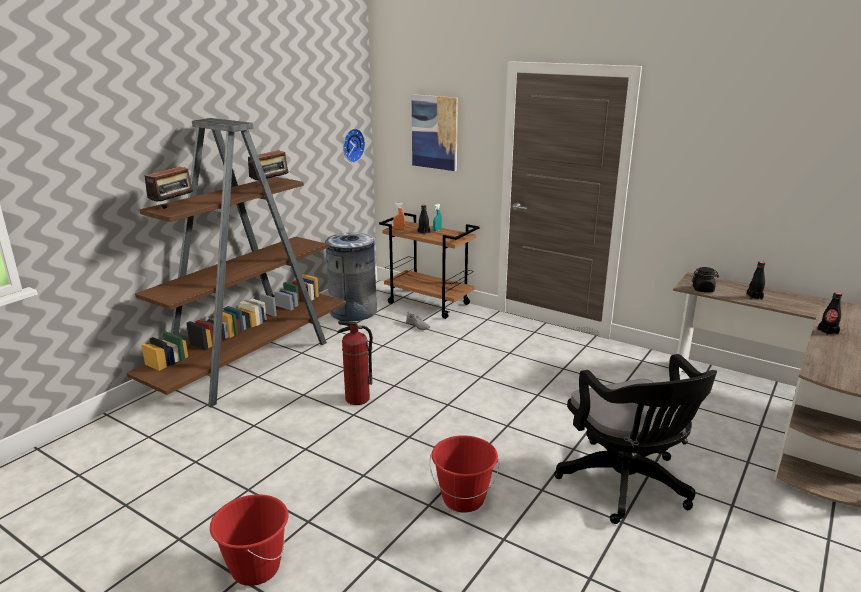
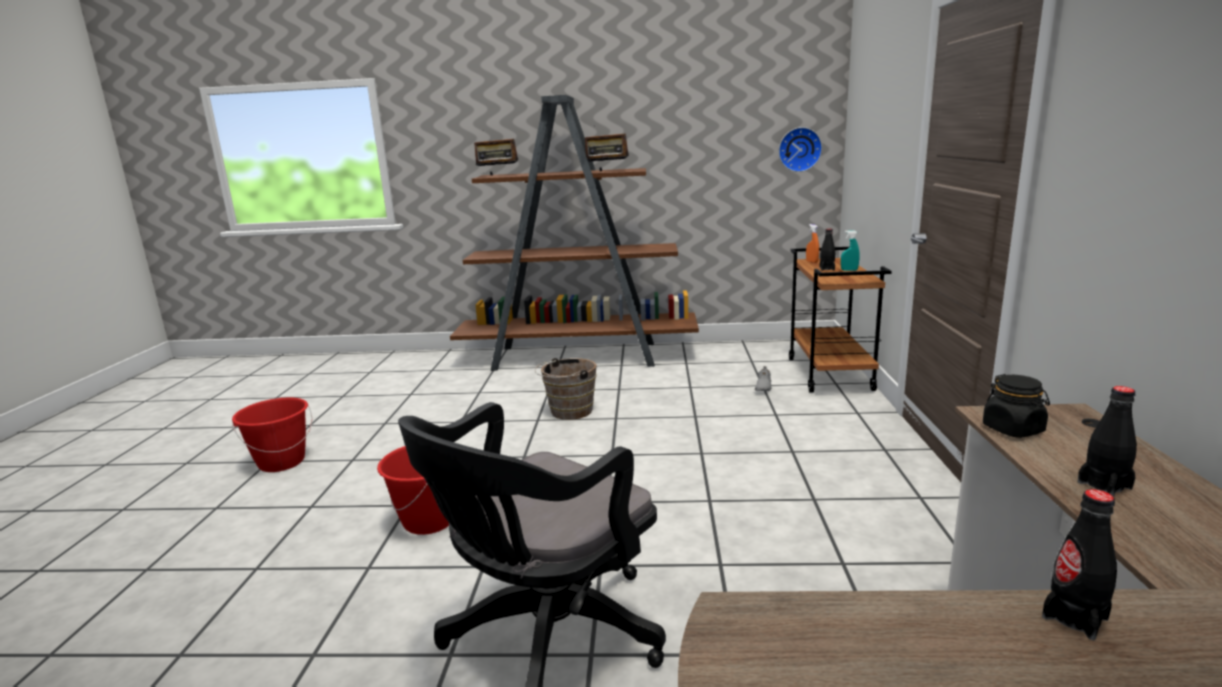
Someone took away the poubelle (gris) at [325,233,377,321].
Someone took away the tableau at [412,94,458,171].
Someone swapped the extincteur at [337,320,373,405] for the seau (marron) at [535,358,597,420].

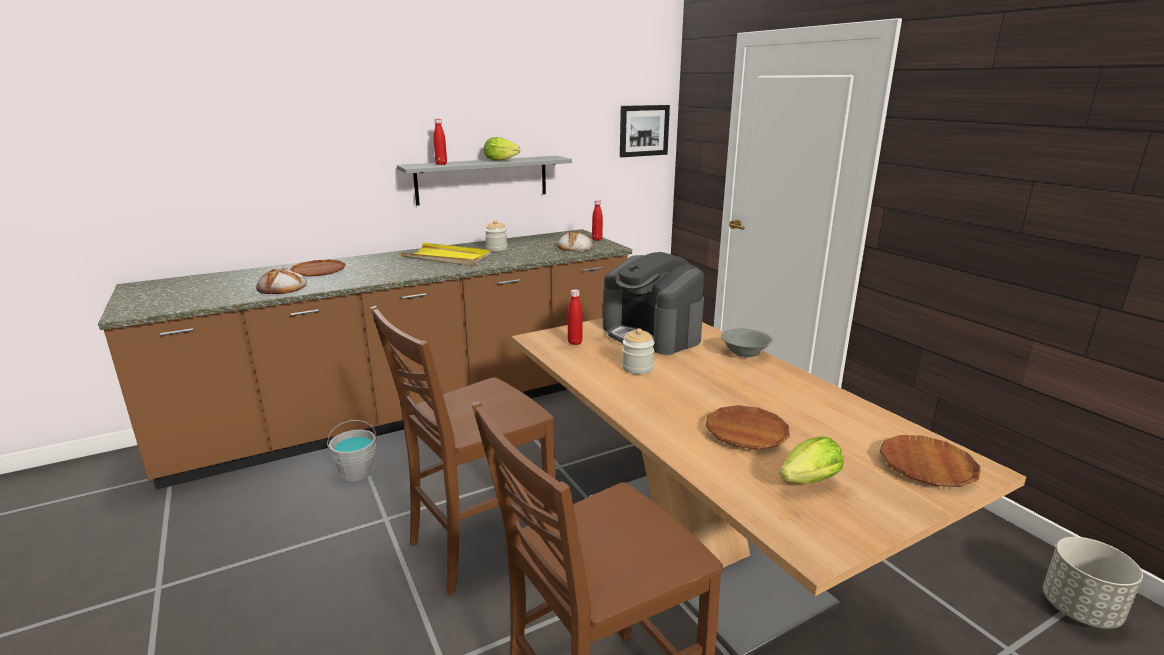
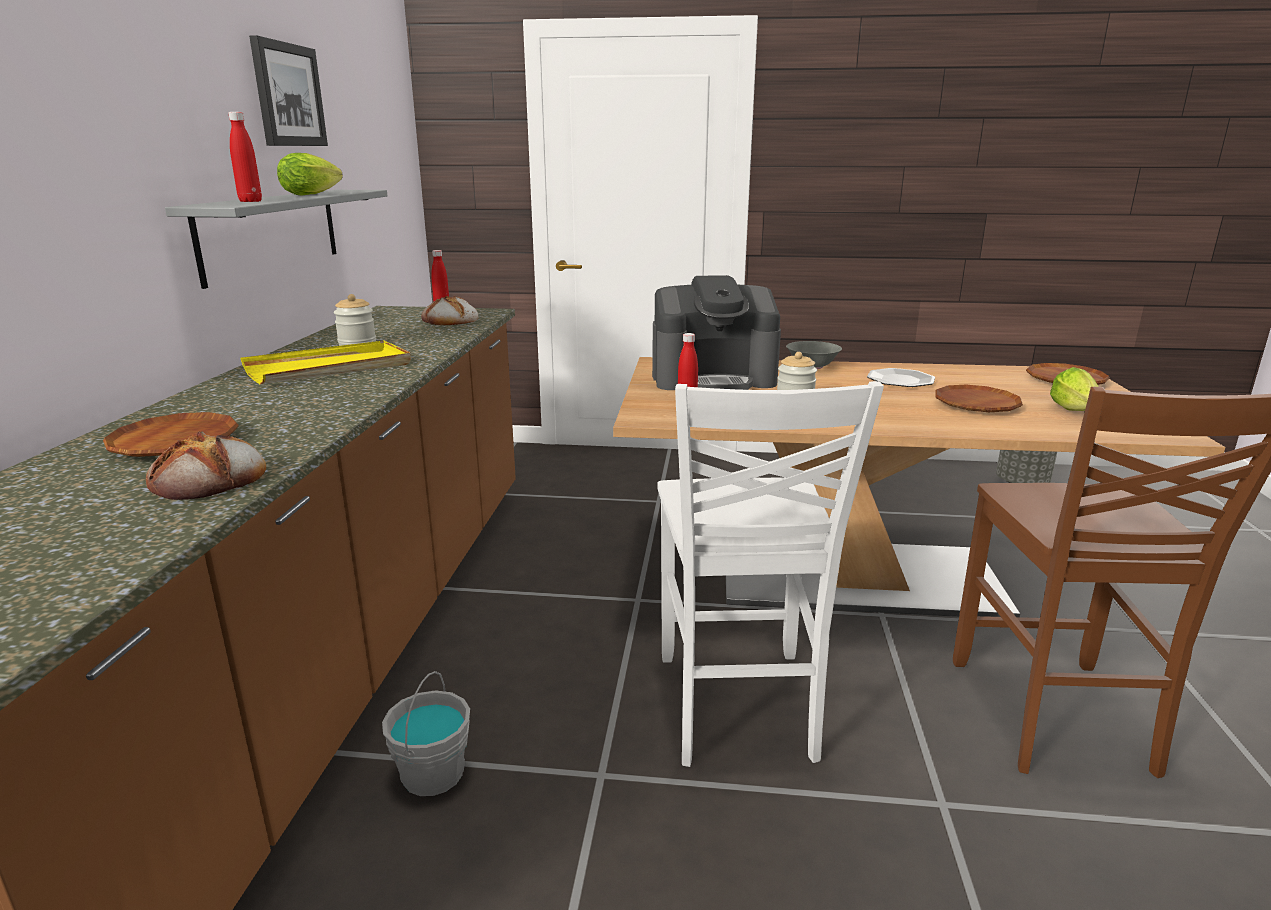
Someone put down the assiette at [867,368,935,387].
Someone carried the tableau from [620,105,670,157] to [249,36,328,146].
Someone repainted the chaise (marron) at [370,306,556,595], which became the chaise (blanc) at [657,381,884,767].

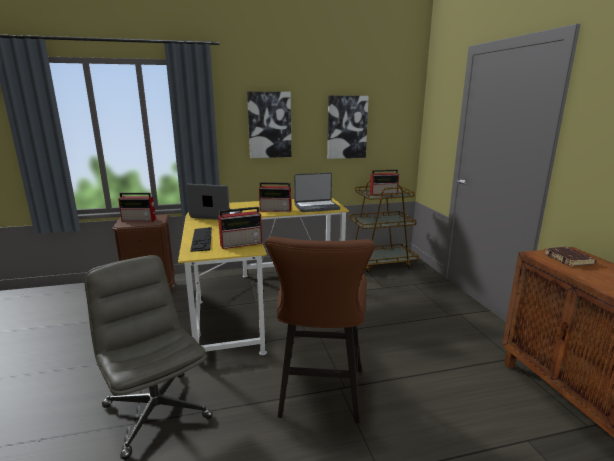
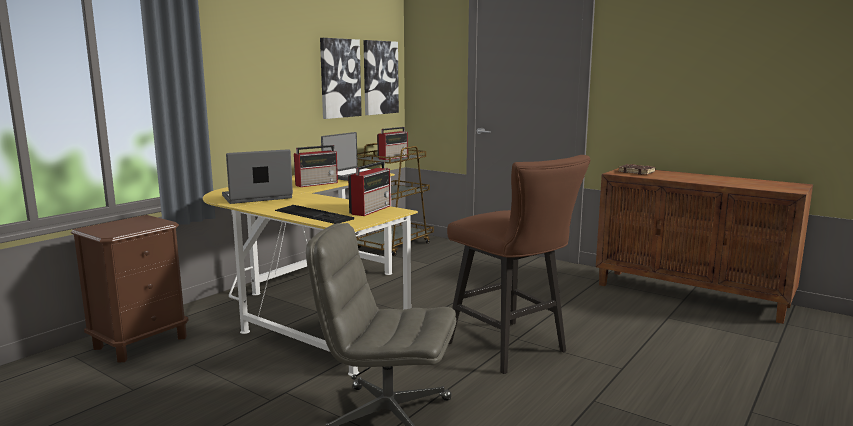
Someone took away the radio at [118,193,156,222].
Someone carried the tableau from [247,92,291,158] to [364,40,399,115].

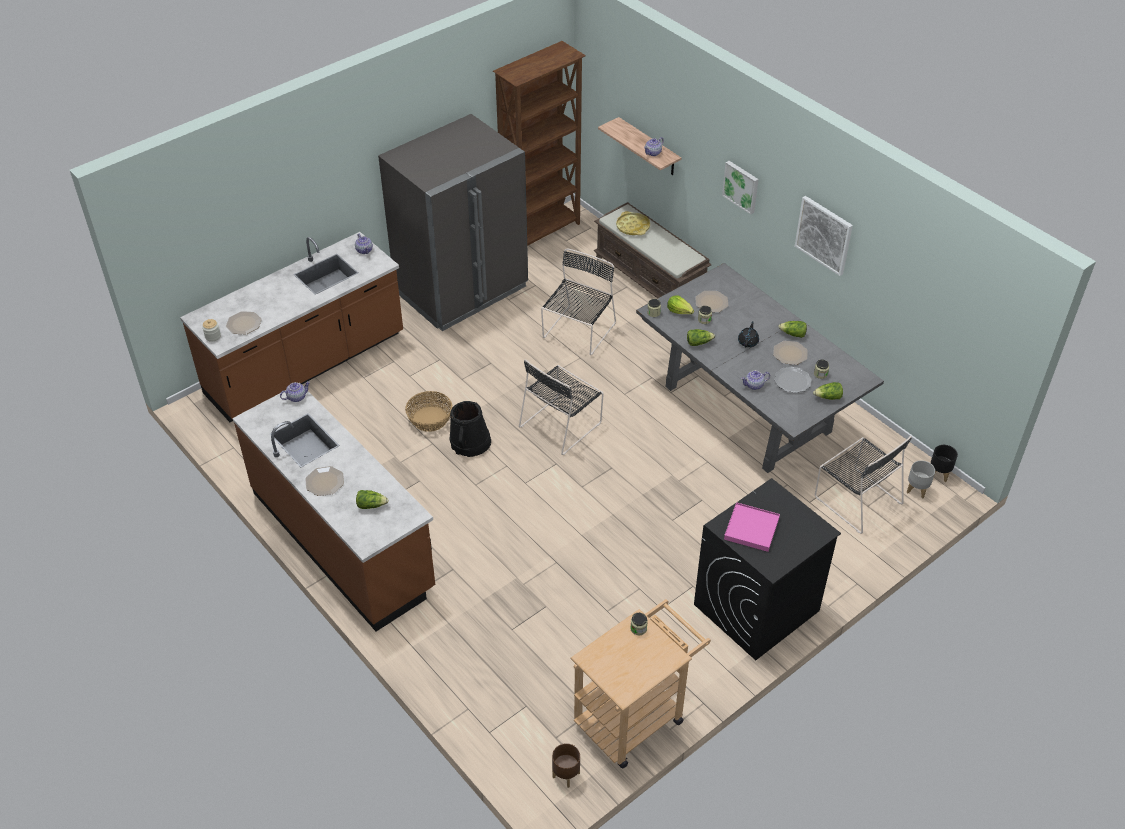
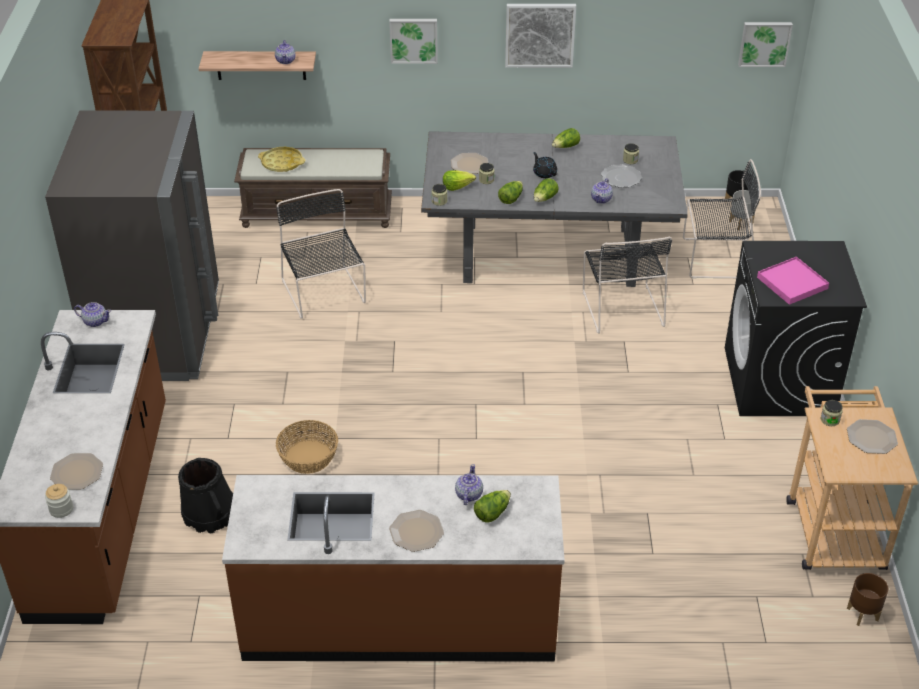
Someone put up the tableau at [738,22,793,67].
Someone carried the théière from [280,381,310,402] to [455,464,483,505].
Someone carried the seau (noir) from [450,401,491,457] to [178,458,233,533].
Someone carried the chaise (noir) from [519,359,604,455] to [583,237,672,334].
Someone carried the assiette from [773,341,808,365] to [847,419,898,454].
Someone carried the laitue from [813,382,843,400] to [534,178,559,202].

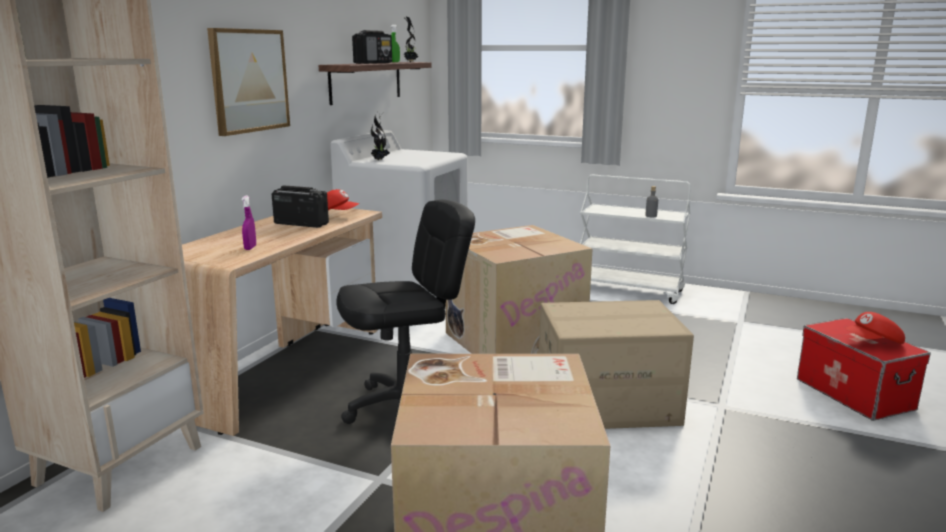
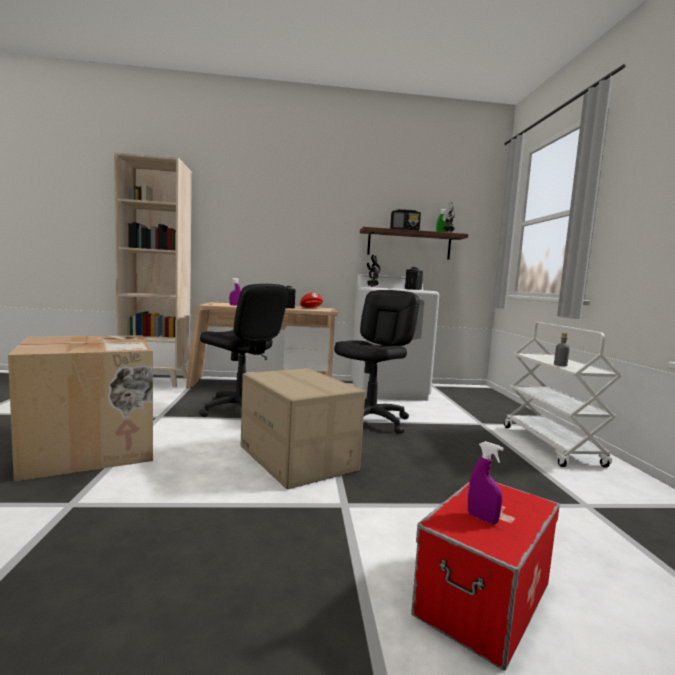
Someone took away the tableau at [207,28,290,136].
Someone put down the radio at [405,267,423,290].
Someone swapped the carton at [445,225,592,354] for the chaise de bureau (noir) at [334,290,420,434].
Someone swapped the casquette (rouge) at [845,312,905,344] for the vaporisateur (violet) at [468,441,504,524].

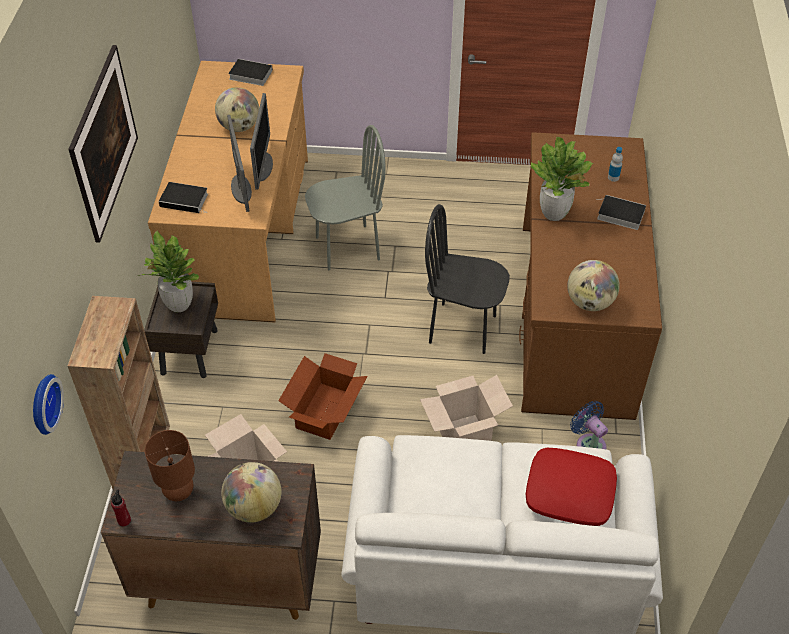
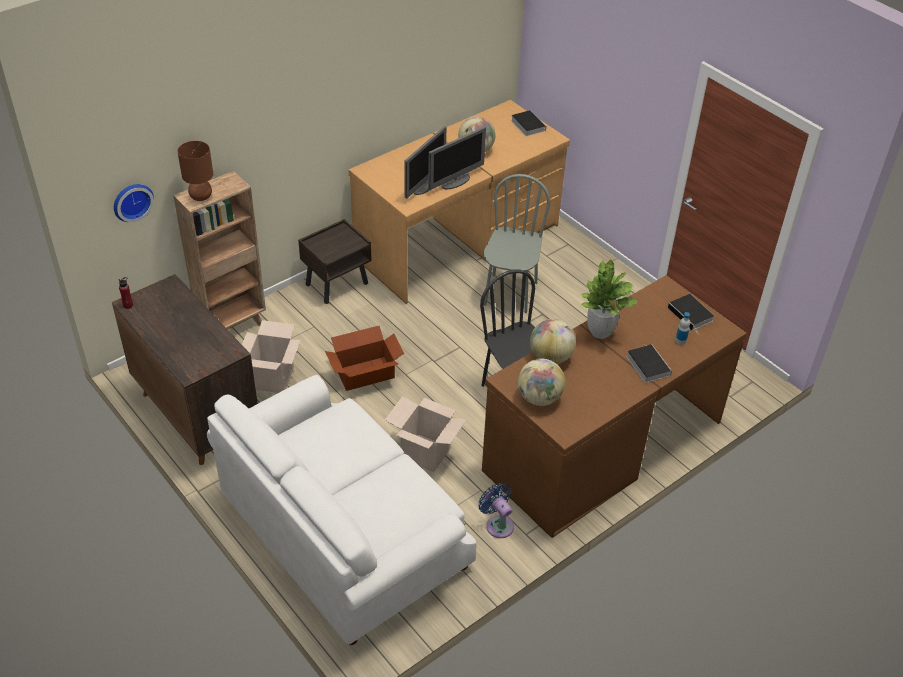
Someone took away the tableau at [68,45,138,243].
Someone took away the plante en pot at [138,230,199,312].
Someone took away the coussin (rouge) at [526,448,617,526].
Someone carried the lampe de table (marron) from [145,430,195,501] to [177,141,213,201].
Someone carried the livre from [158,182,208,213] to [668,294,714,334].
Someone carried the globe from [221,462,281,523] to [530,319,576,364].
Someone rotated the chaise (gris) at [305,125,386,270] by 105 degrees counterclockwise.
Someone rotated the ventilateur (bleu) at [570,401,608,449] by 45 degrees counterclockwise.

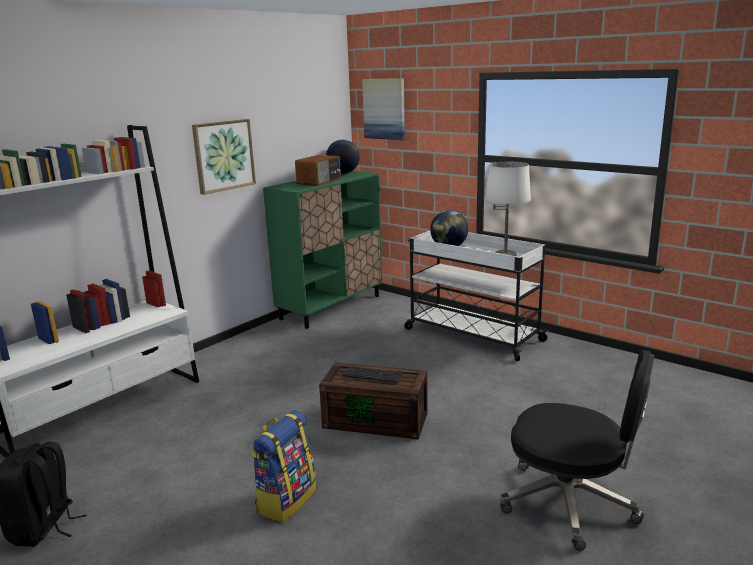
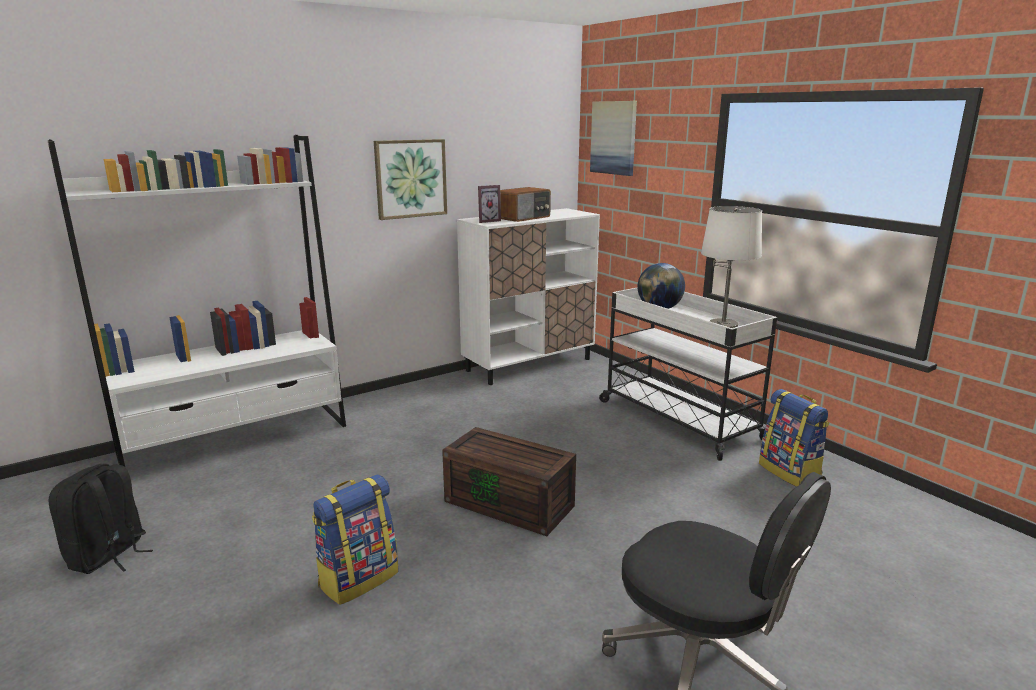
Someone took away the globe at [326,140,360,174].
Someone took away the clavier at [343,366,403,383].
Someone put down the cadre photo at [478,185,501,223].
Someone put down the sac à dos at [759,389,830,487].
Someone repainted the meuble de rangement (vert) at [263,171,382,329], which became the meuble de rangement (blanc) at [457,208,600,385].

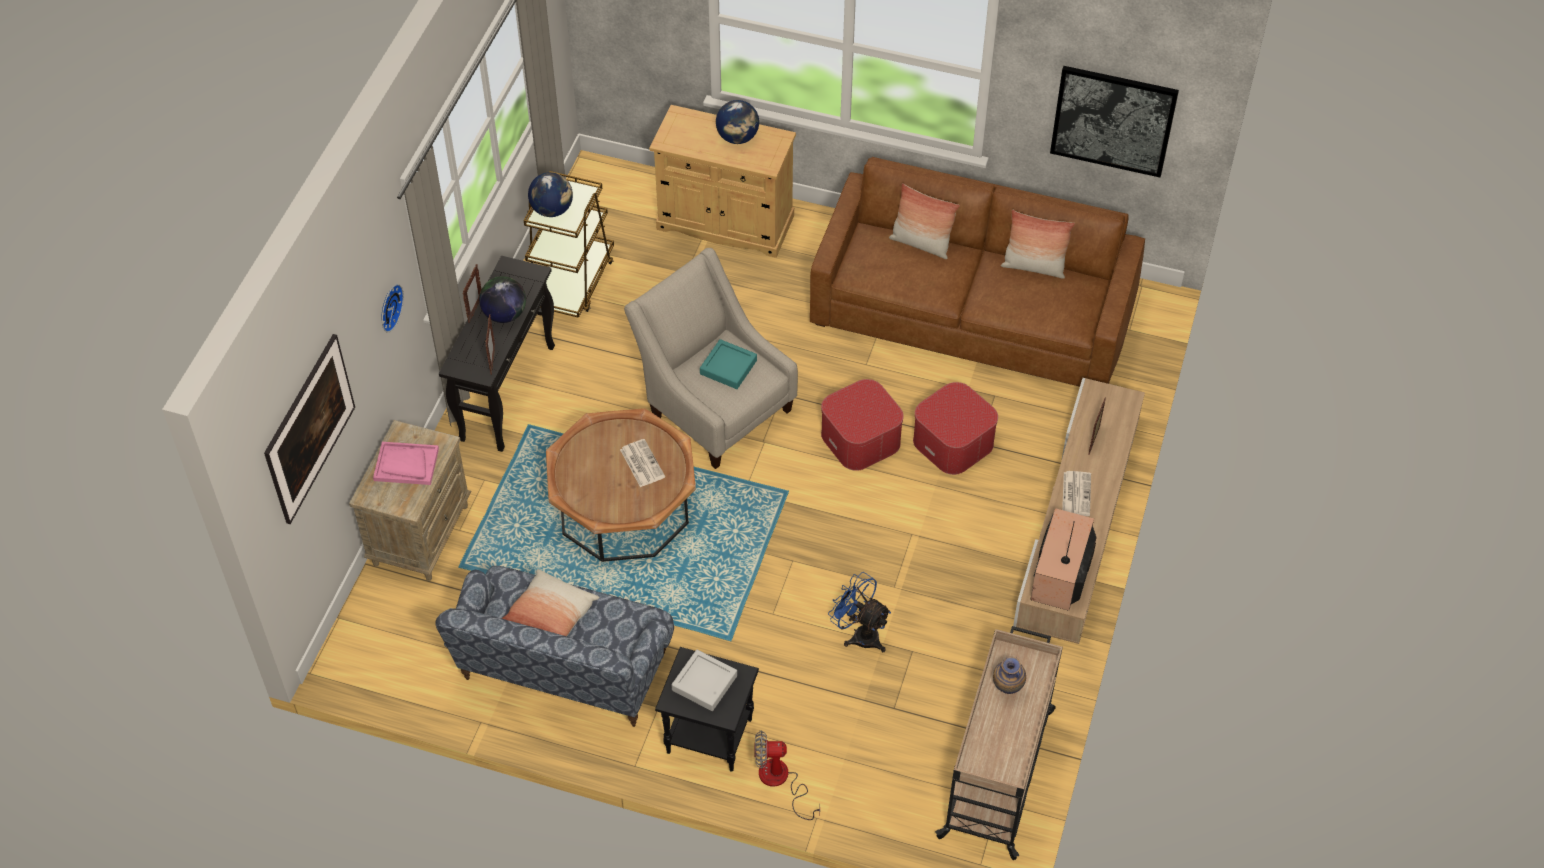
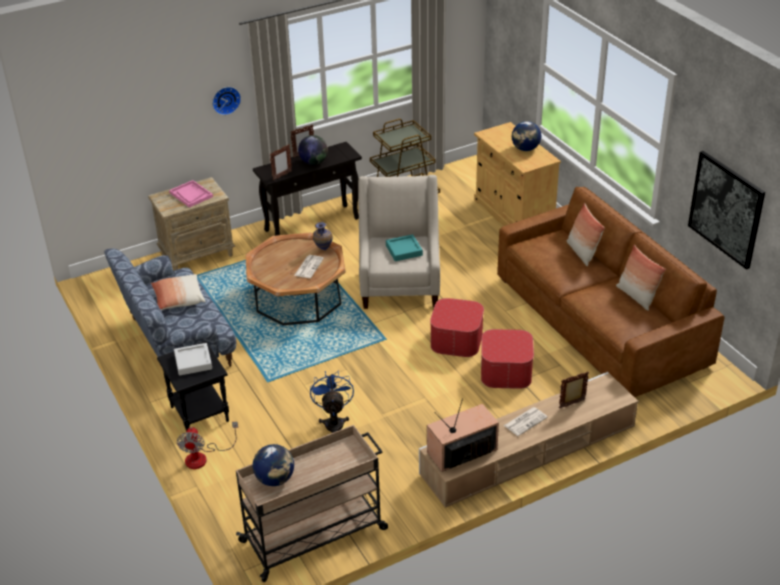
Someone took away the tableau at [264,334,355,524].
Someone carried the globe from [528,172,573,217] to [253,444,294,486].
Someone carried the vase from [993,657,1026,694] to [313,222,332,250].
Someone rotated the ventilateur at [754,731,820,820] by 135 degrees counterclockwise.

